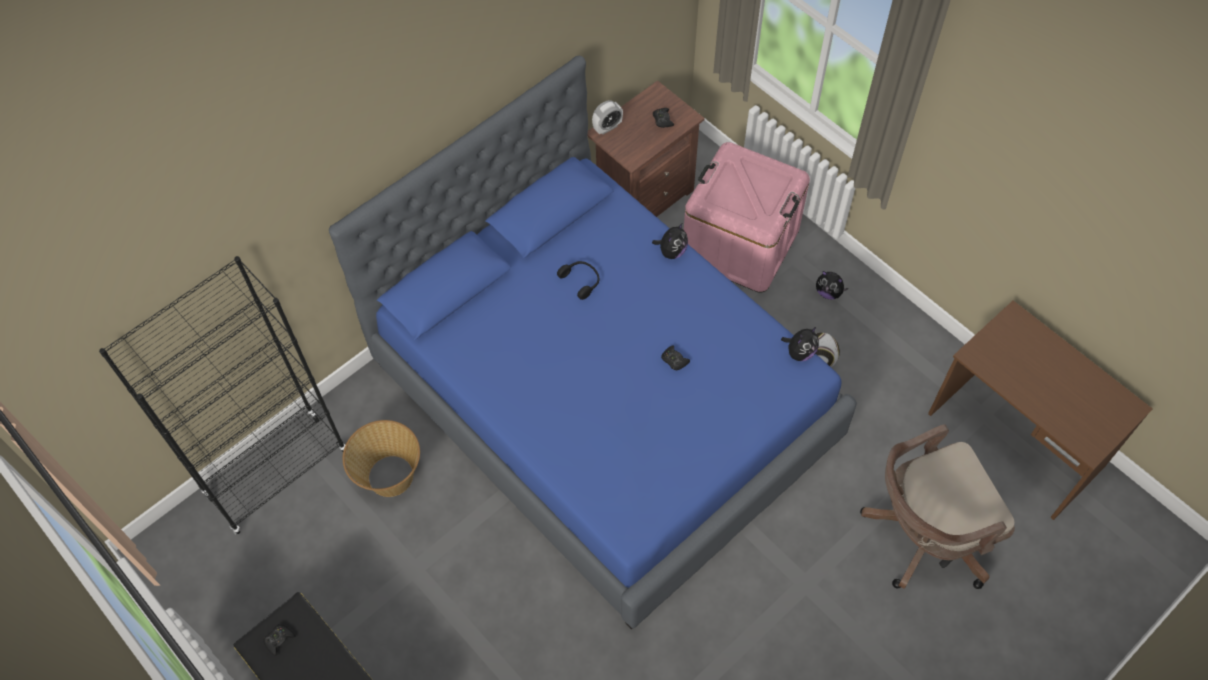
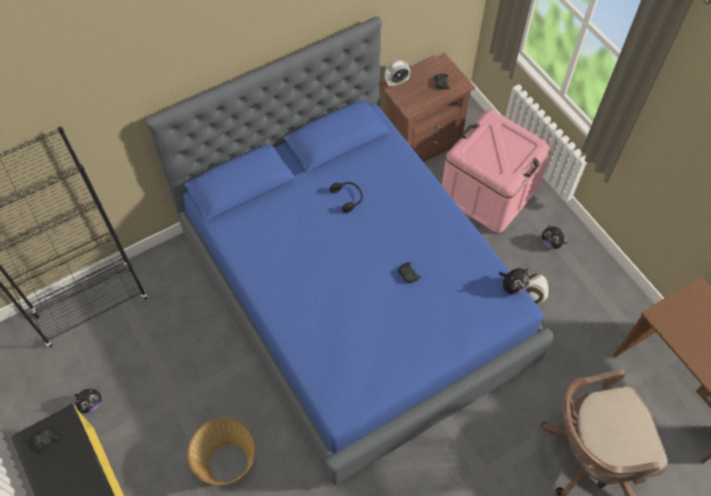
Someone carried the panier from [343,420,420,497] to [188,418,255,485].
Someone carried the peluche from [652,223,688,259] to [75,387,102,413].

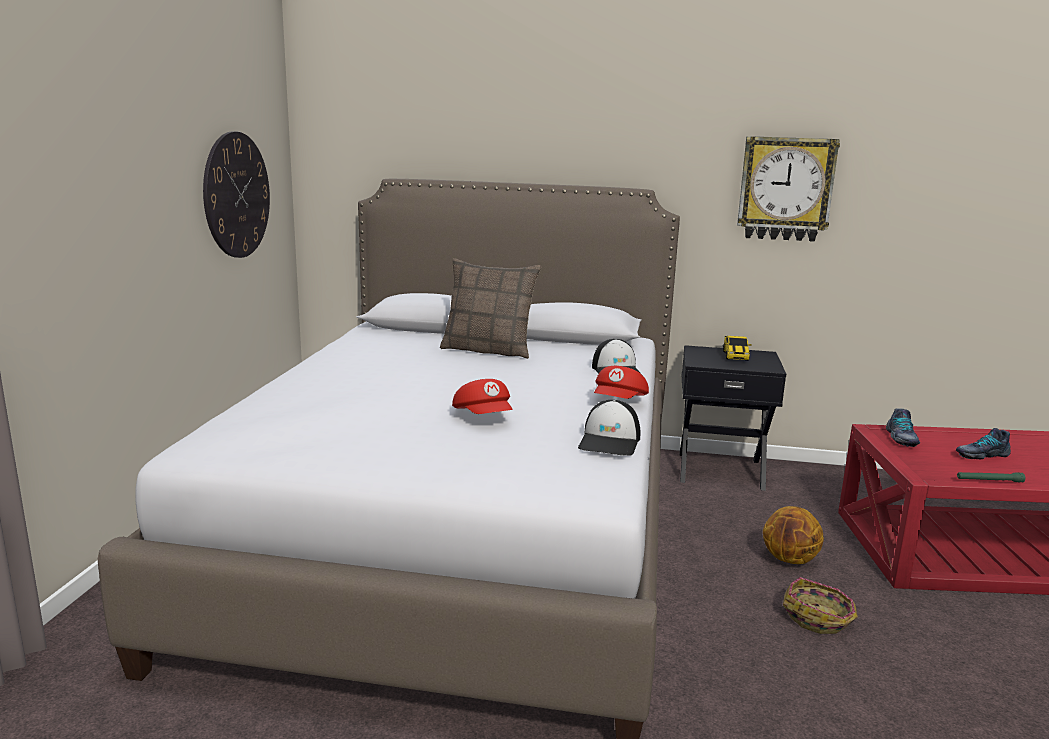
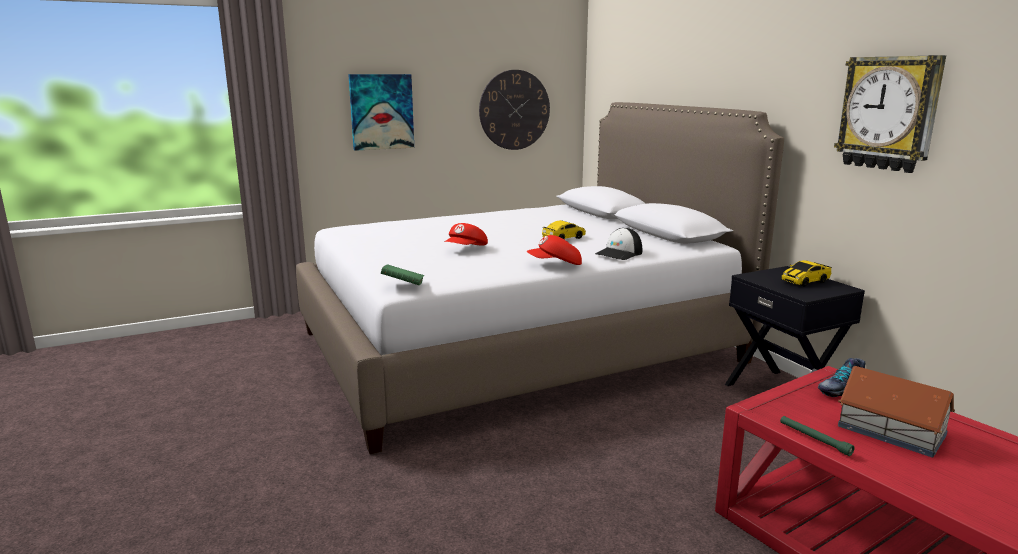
Someone took away the coussin at [440,258,541,359].
Someone took away the casquette at [578,400,640,456].
Someone took away the ballon de basket at [763,506,824,564].
Someone took away the panier at [783,577,858,634].
Someone put up the tableau at [348,74,414,151].
Someone put down the livre (vert) at [381,264,424,285].
Someone put down the petite voiture at [542,220,586,239].
Someone swapped the chaussure at [956,428,1011,459] for the maison miniature at [838,366,955,458].

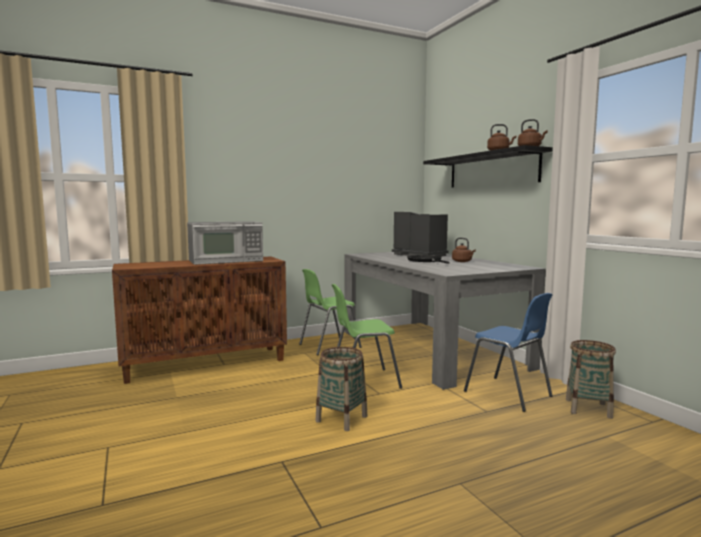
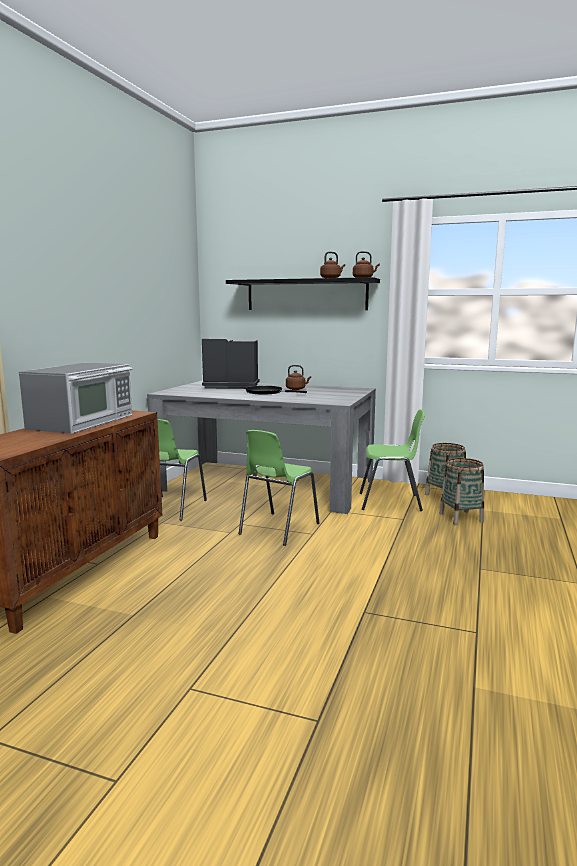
Someone carried the panier from [315,347,367,431] to [439,458,484,525].
Someone repainted the chaise (bleu) at [464,293,553,412], which became the chaise (vert) at [360,409,425,511].

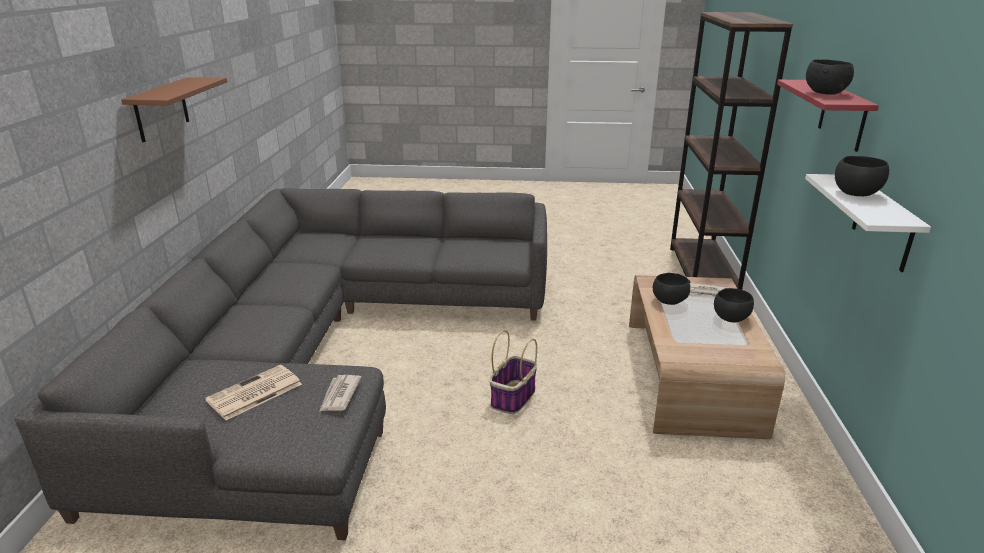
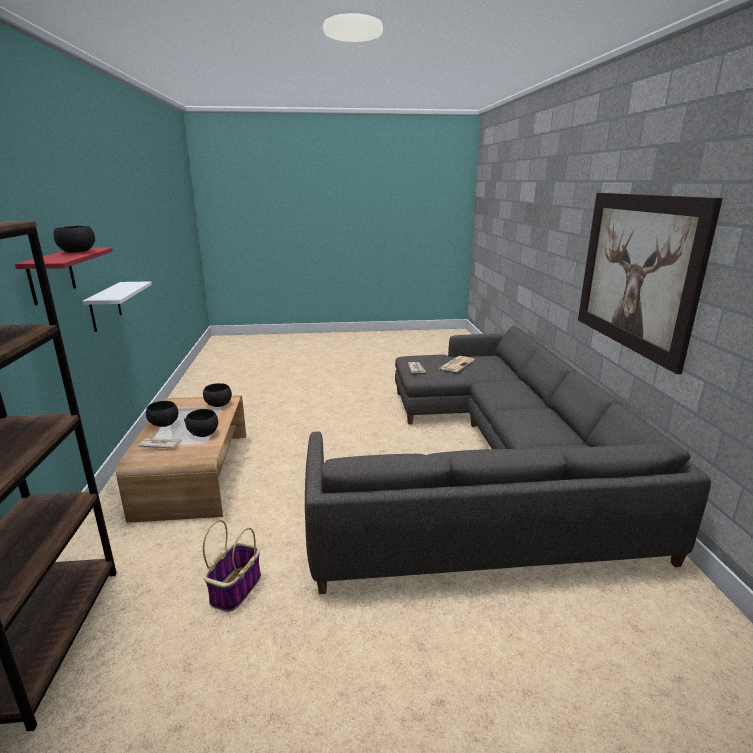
Someone carried the panier from [489,330,537,414] to [203,520,261,612].
Someone carried the bol (noir) from [835,156,889,196] to [203,383,232,407].
Someone swapped the étagère (marron) at [121,77,227,142] for the tableau at [578,193,723,374].

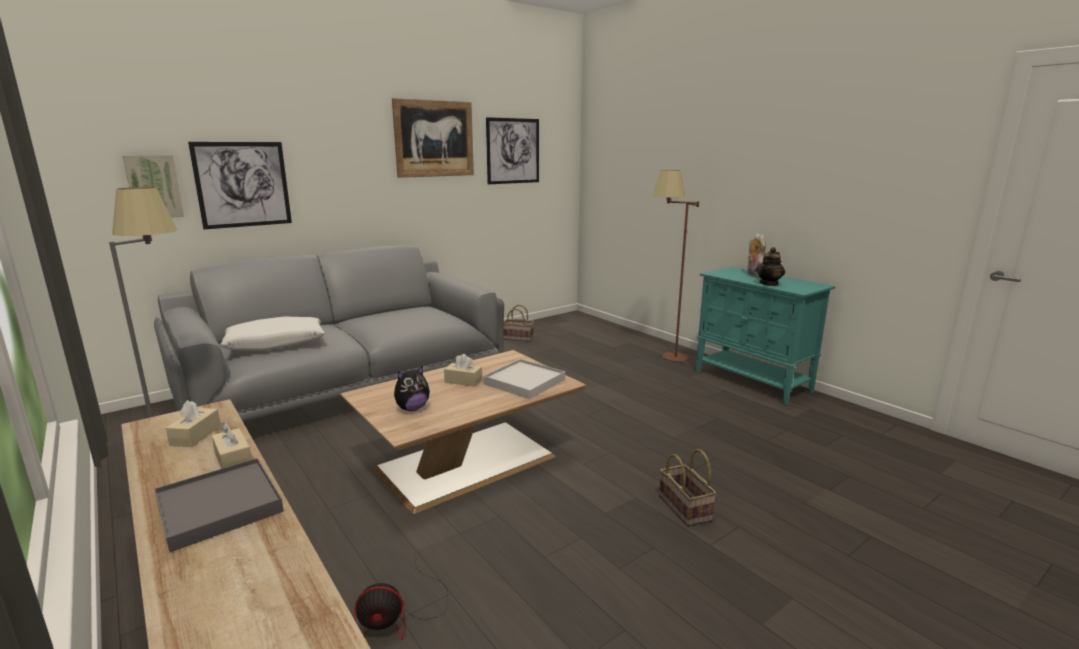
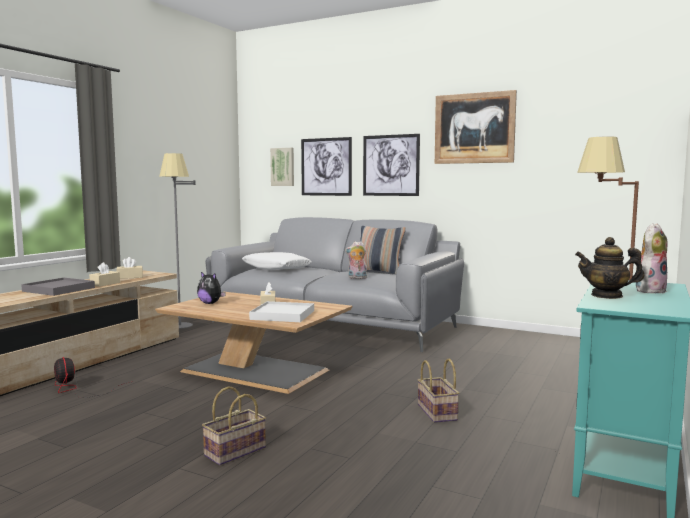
Someone put down the peluche at [345,241,367,279].
Someone put down the coussin at [360,226,406,274].
Someone carried the tableau from [486,117,539,184] to [363,134,420,196].
Someone carried the panier from [503,305,534,342] to [417,359,459,423].

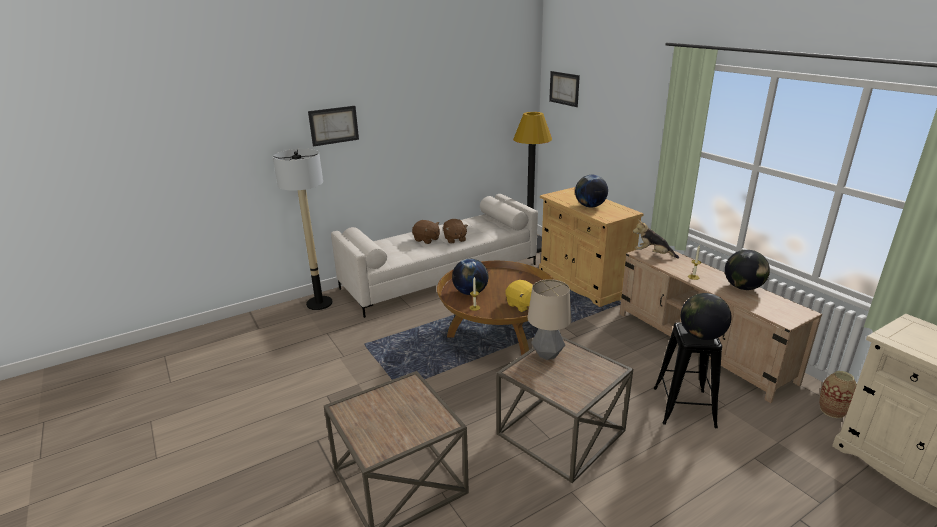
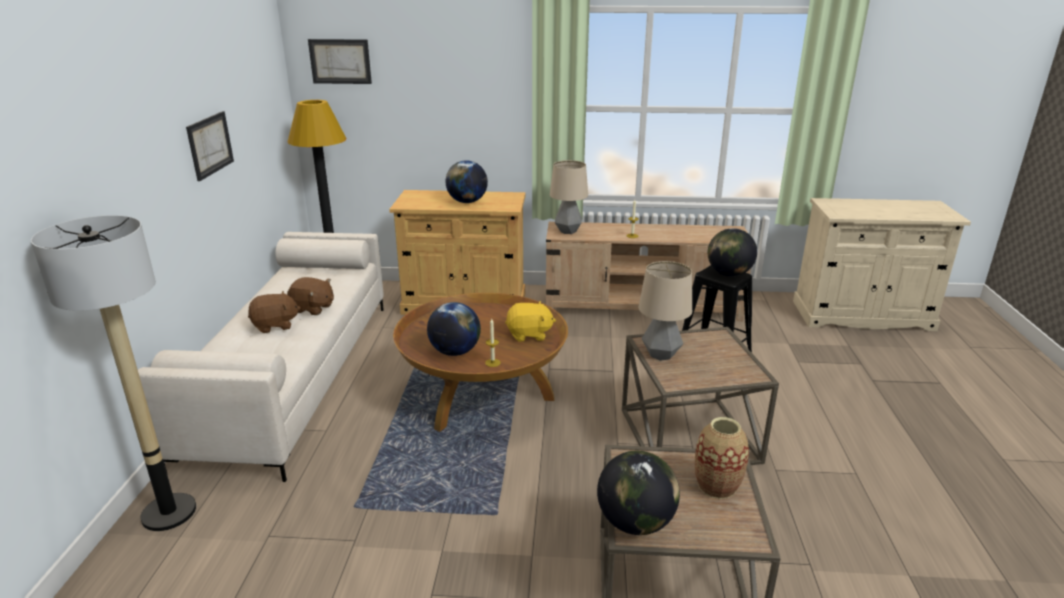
Someone carried the tableau from [308,106,359,147] to [186,111,234,181].
Someone carried the globe from [725,250,770,290] to [597,451,680,535].
Someone carried the vase from [820,371,857,418] to [695,417,749,499].
Someone swapped the peluche at [633,220,679,259] for the lampe de table at [550,160,588,234].

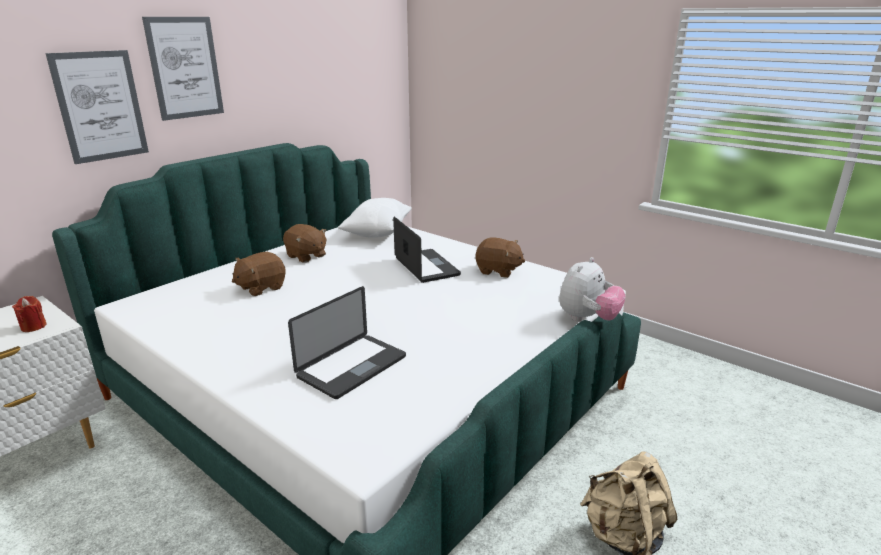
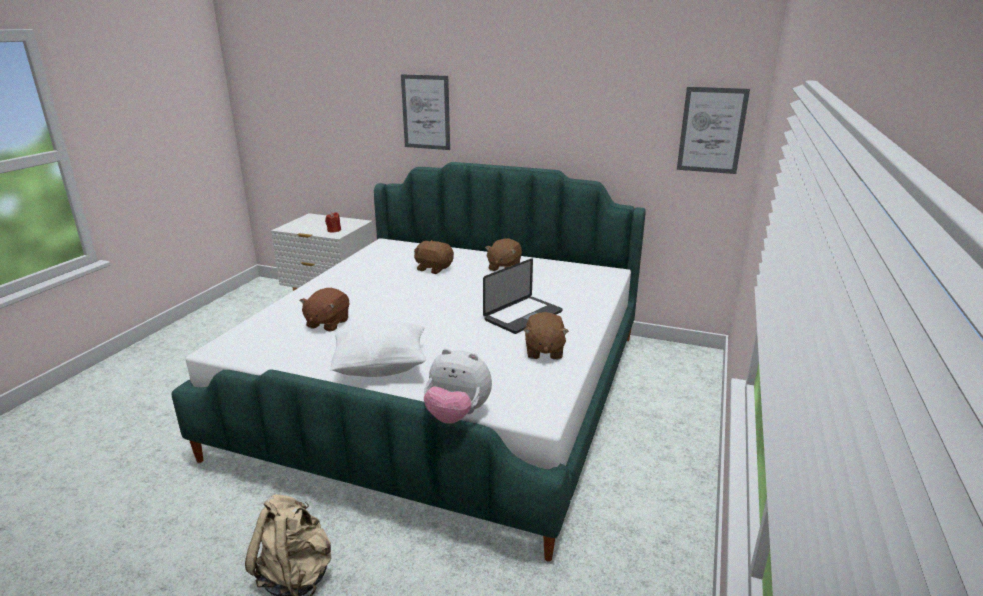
Someone carried the tableau from [142,17,224,121] to [677,87,750,174].
Someone carried the coussin (blanc) from [338,198,412,238] to [330,321,426,377].
Someone swapped the ordinateur portable at [288,286,406,399] for the peluche (marron) at [300,288,349,332].

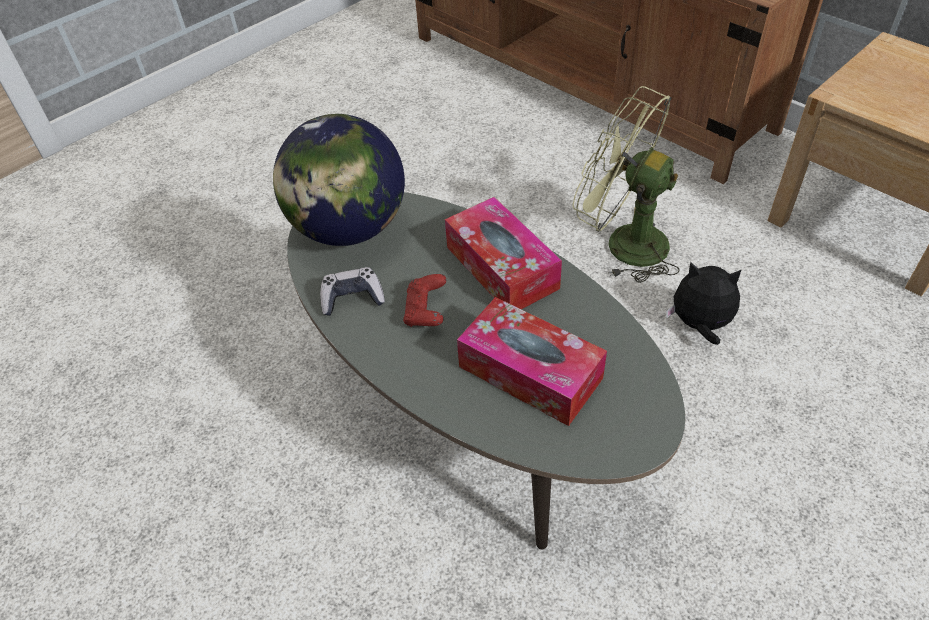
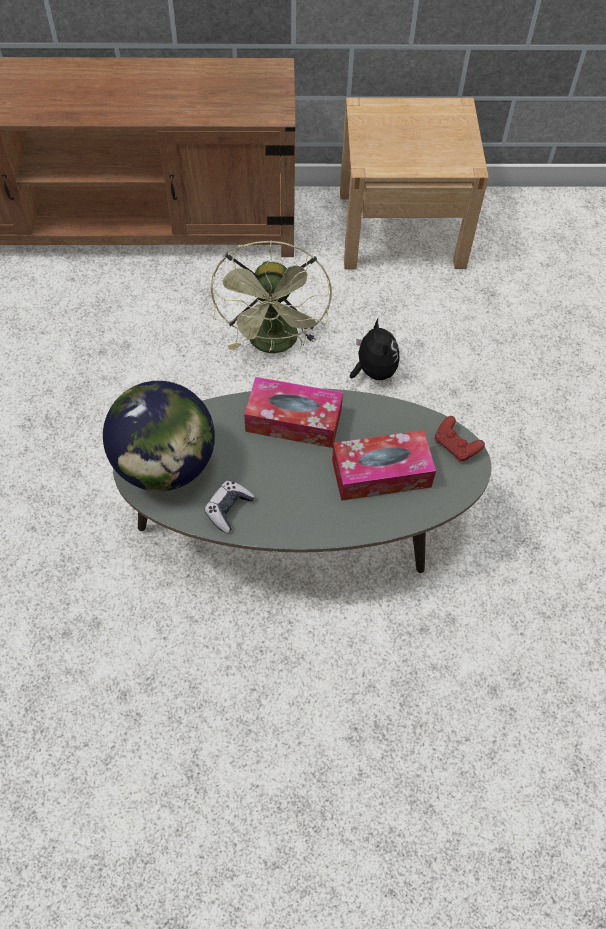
Someone carried the manette (rouge) from [403,274,446,327] to [435,416,485,462].
Someone rotated the ventilateur (vert) at [573,86,680,283] by 75 degrees counterclockwise.
Someone rotated the peluche at [666,262,742,345] by 105 degrees clockwise.

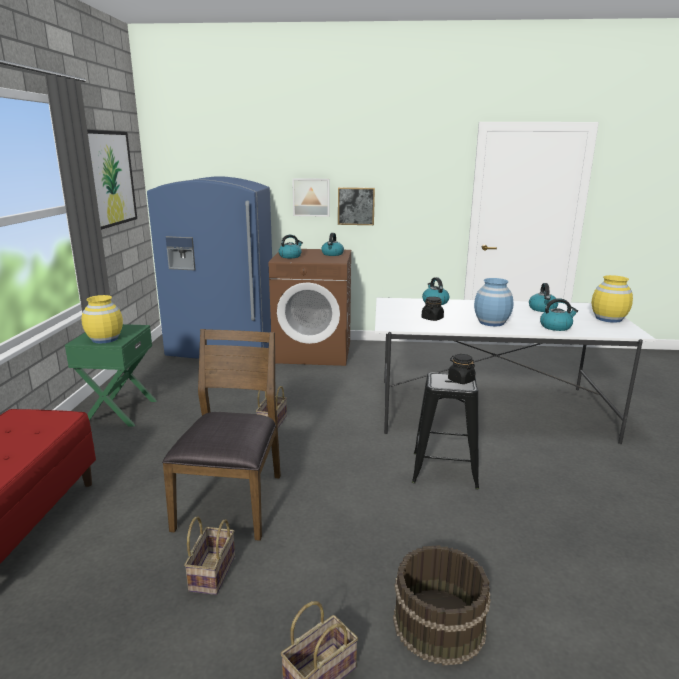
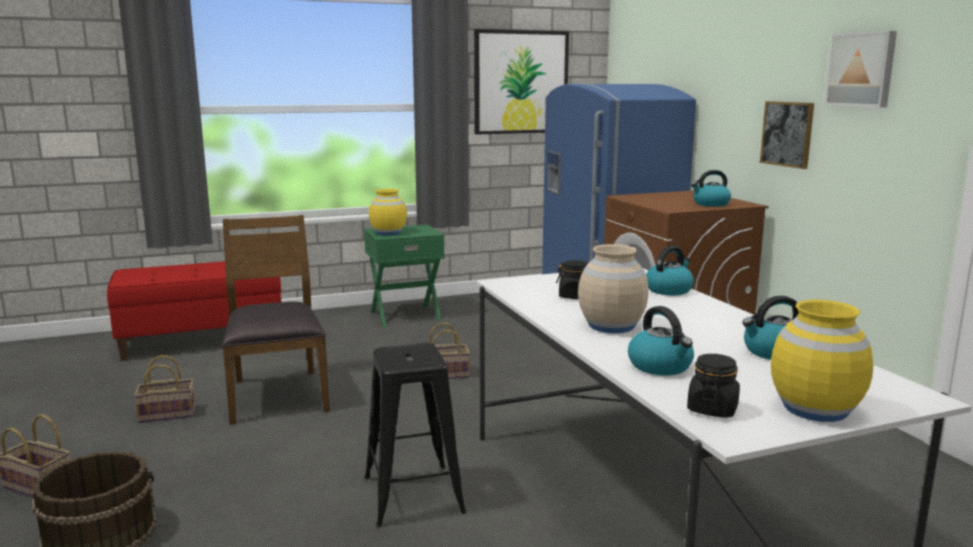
Someone took away the bouilloire at [278,235,303,258].
Someone carried the tableau from [292,178,330,217] to [824,31,897,108].
Someone carried the bocal (noir) from [448,354,476,384] to [687,354,740,418].
Someone repainted the vase (bleu) at [474,278,514,326], which became the vase (beige) at [578,244,648,333].
Someone rotated the chaise (marron) at [162,329,281,541] by 90 degrees counterclockwise.

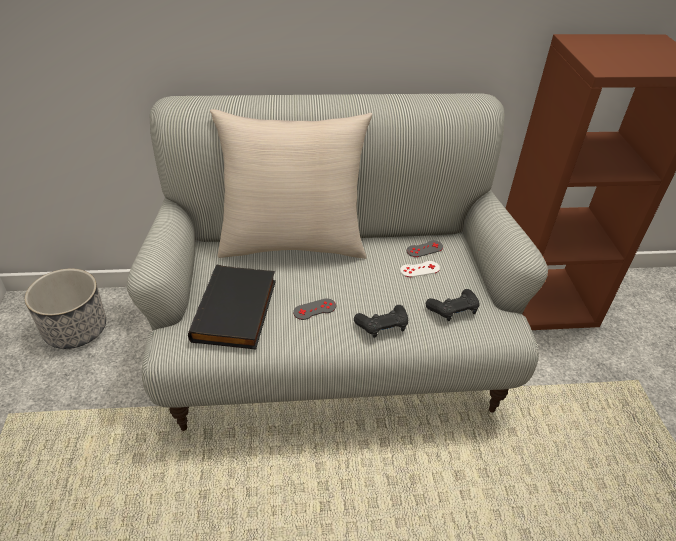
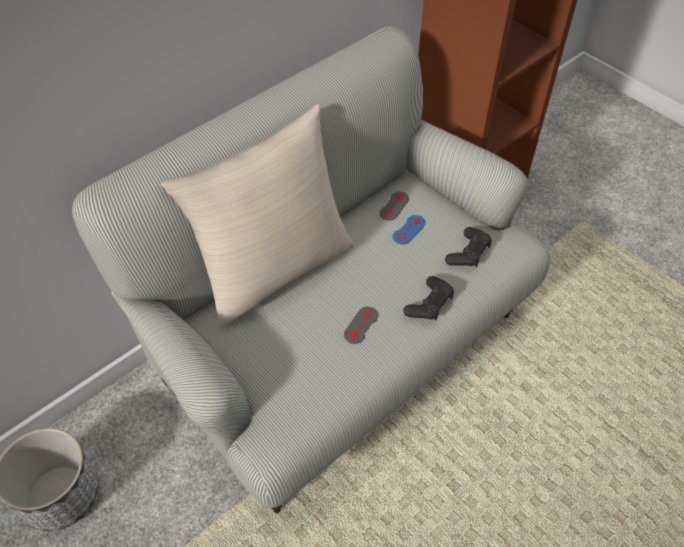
Someone took away the livre (noir) at [188,264,276,349].
Someone repainted the manette (blanc) at [400,261,440,277], which became the manette (bleu) at [393,215,425,244].

